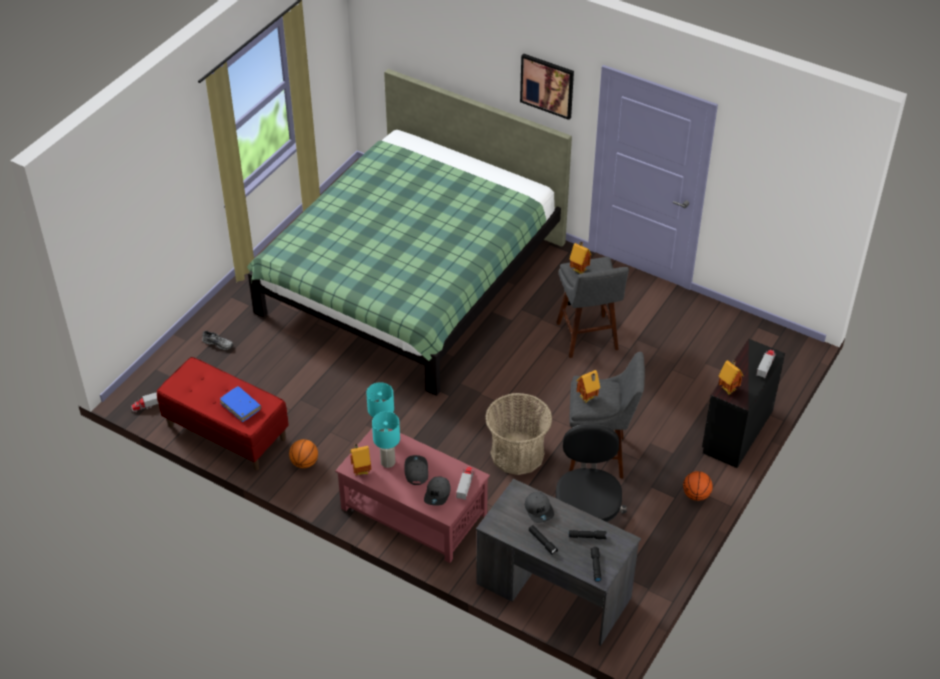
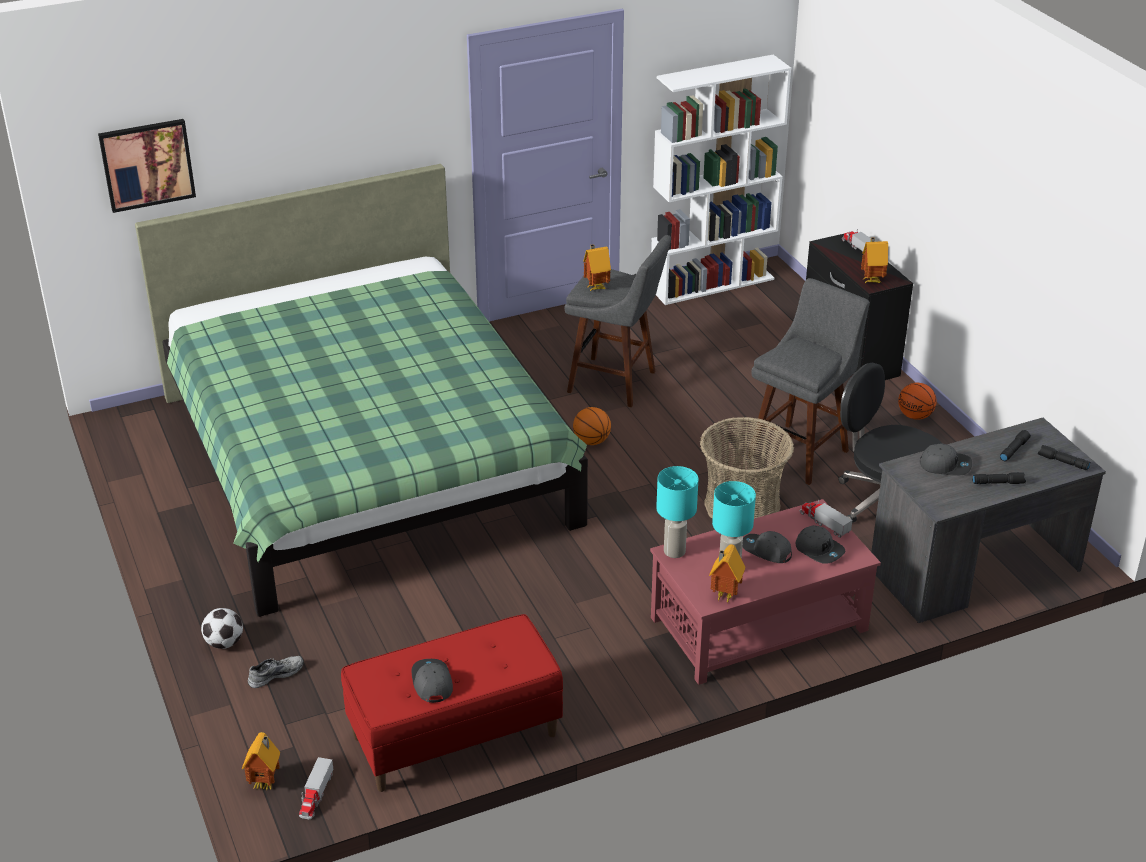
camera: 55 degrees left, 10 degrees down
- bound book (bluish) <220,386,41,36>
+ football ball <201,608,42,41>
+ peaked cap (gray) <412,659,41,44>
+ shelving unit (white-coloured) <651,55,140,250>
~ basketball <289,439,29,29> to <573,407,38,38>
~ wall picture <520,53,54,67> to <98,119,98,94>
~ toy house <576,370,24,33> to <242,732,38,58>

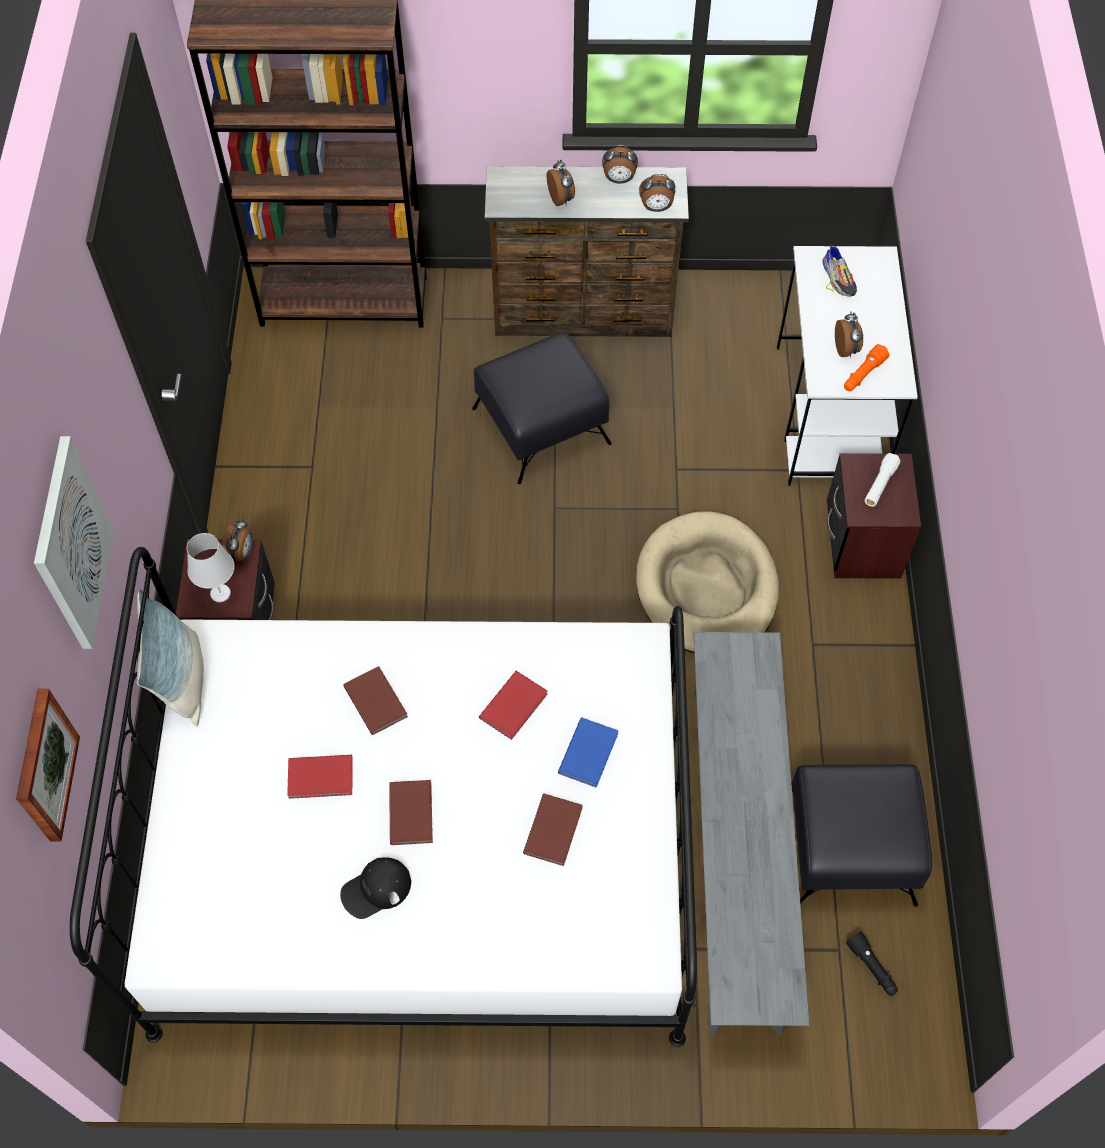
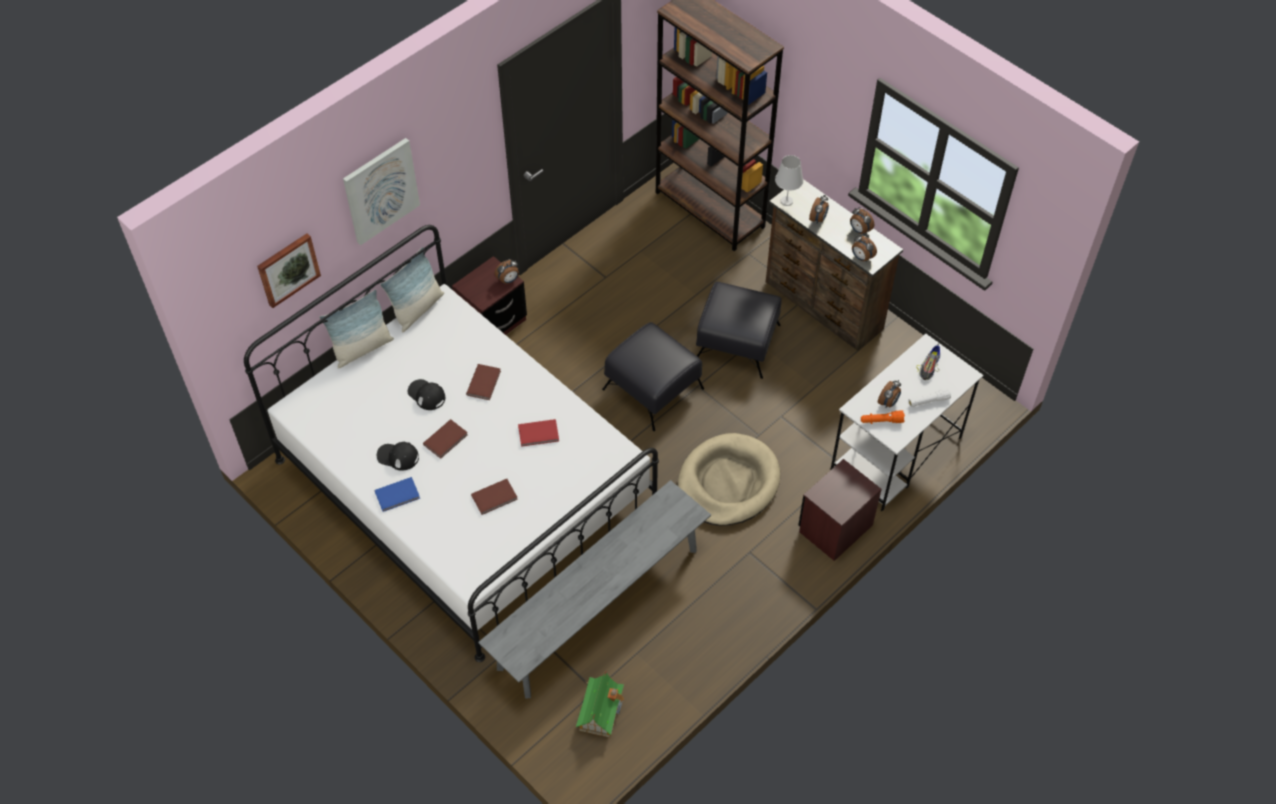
camera: 45 degrees right, 5 degrees down
+ cushion <319,289,75,80>
~ lamp for a table (white-coloured) <187,533,48,69> to <775,155,28,51>
~ bound book (bluish) <558,718,60,70> to <374,477,46,35>
~ ottoman (blackish) <792,764,140,143> to <602,322,102,109>
~ flashlight (white-coloured) <865,453,35,54> to <908,388,43,19>
~ bound book (reddish) <287,755,65,44> to peaked cap (blackish) <408,379,37,31>
~ flashlight (blackish) <846,932,52,64> to toy house <576,673,48,65>

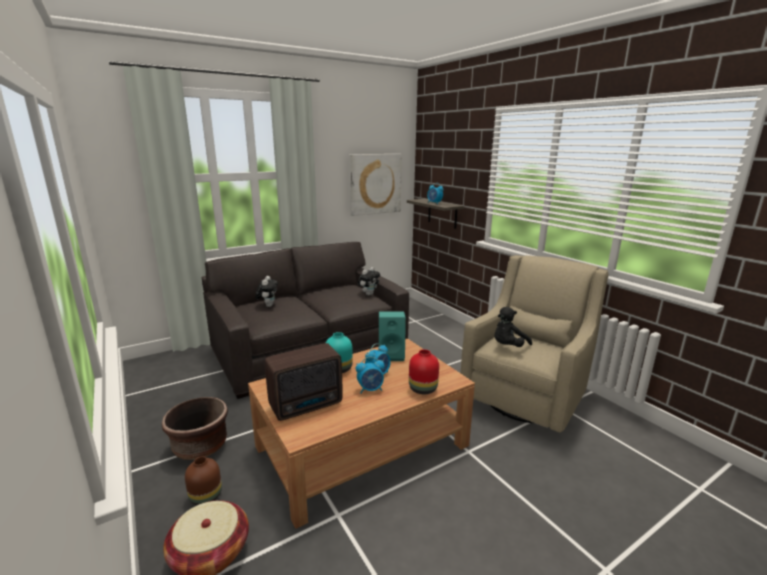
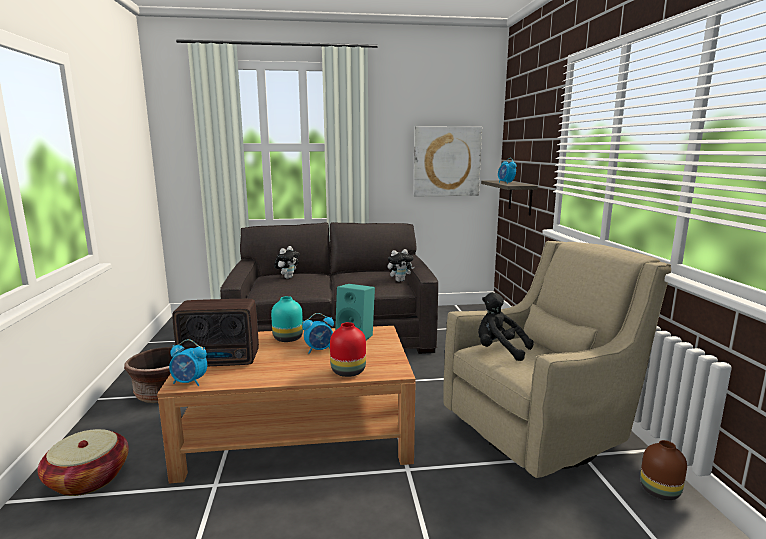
camera: 25 degrees right, 5 degrees down
~ vase (brownish) <185,456,37,50> to <640,440,47,60>
~ table clock <356,357,29,37> to <169,339,38,47>
~ soft toy (blackish) <495,307,37,40> = <478,292,55,69> 45 degrees clockwise

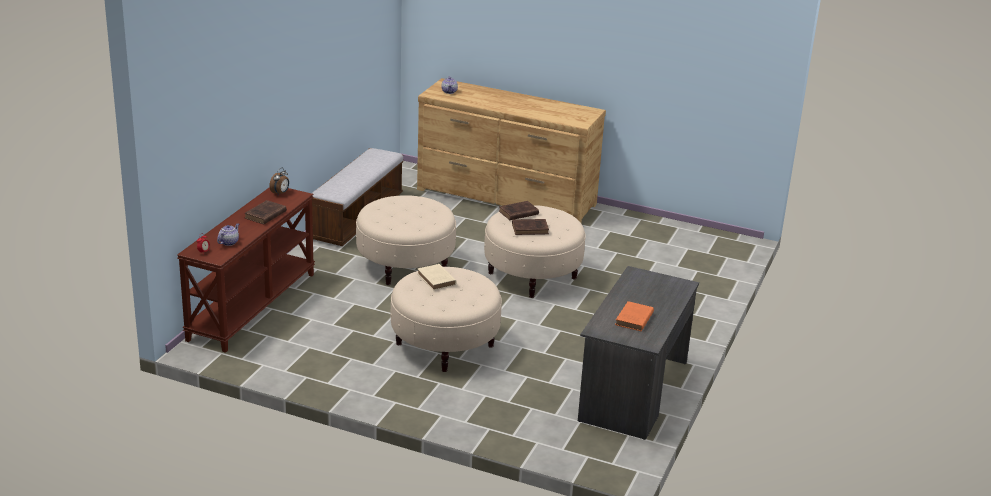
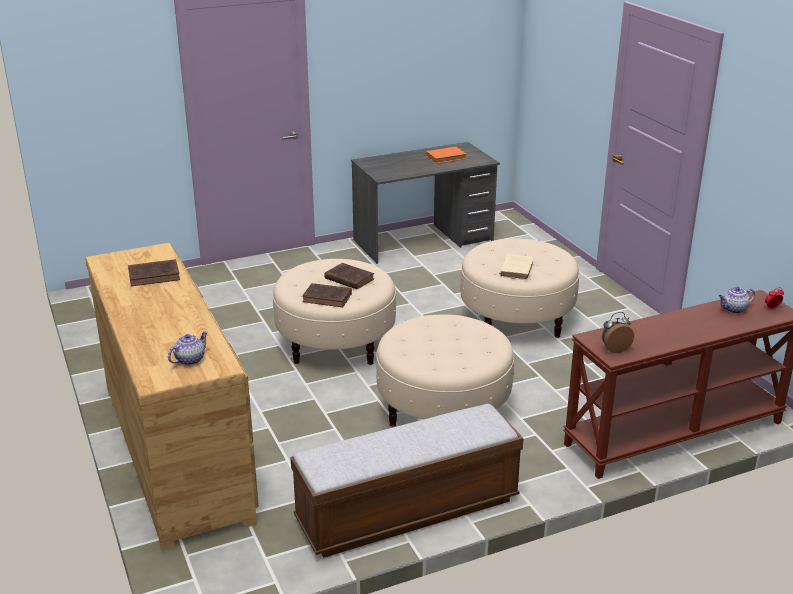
camera: 135 degrees left, 0 degrees up
~ bound book (brownish) <244,200,43,25> to <128,259,52,27>

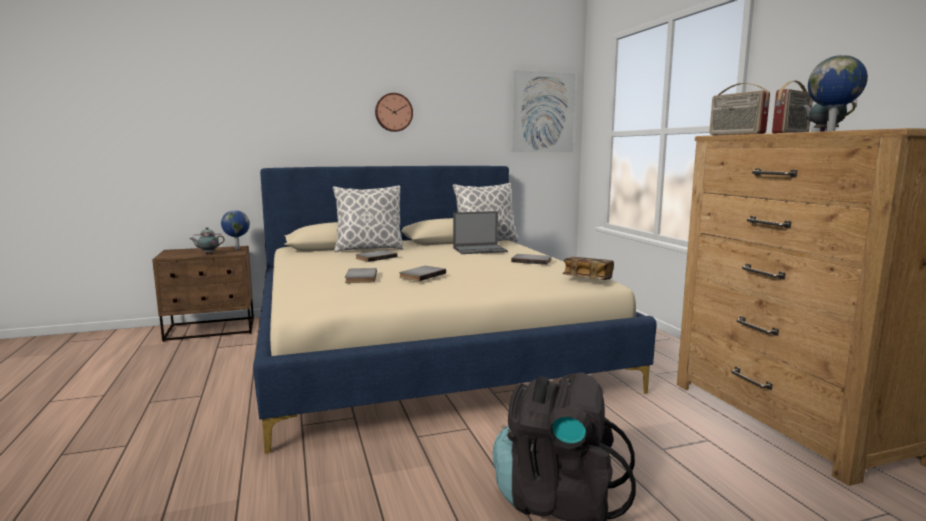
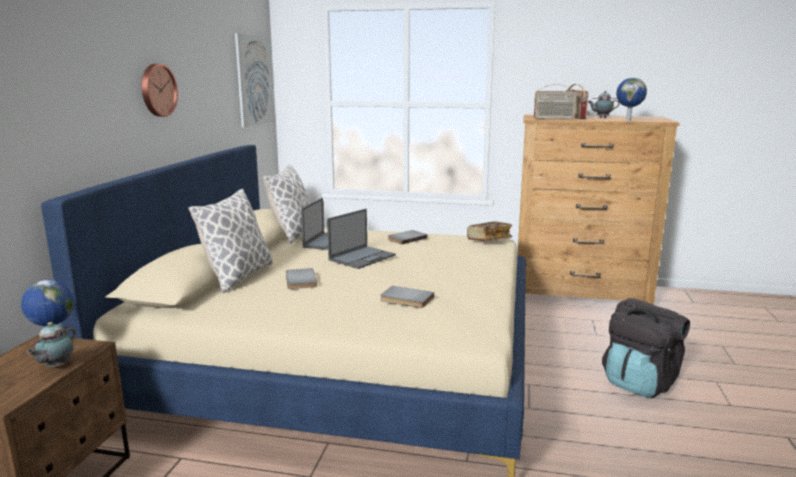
camera: 60 degrees left, 5 degrees up
- bound book (gray) <399,266,47,15>
+ notebook computer <327,209,69,60>

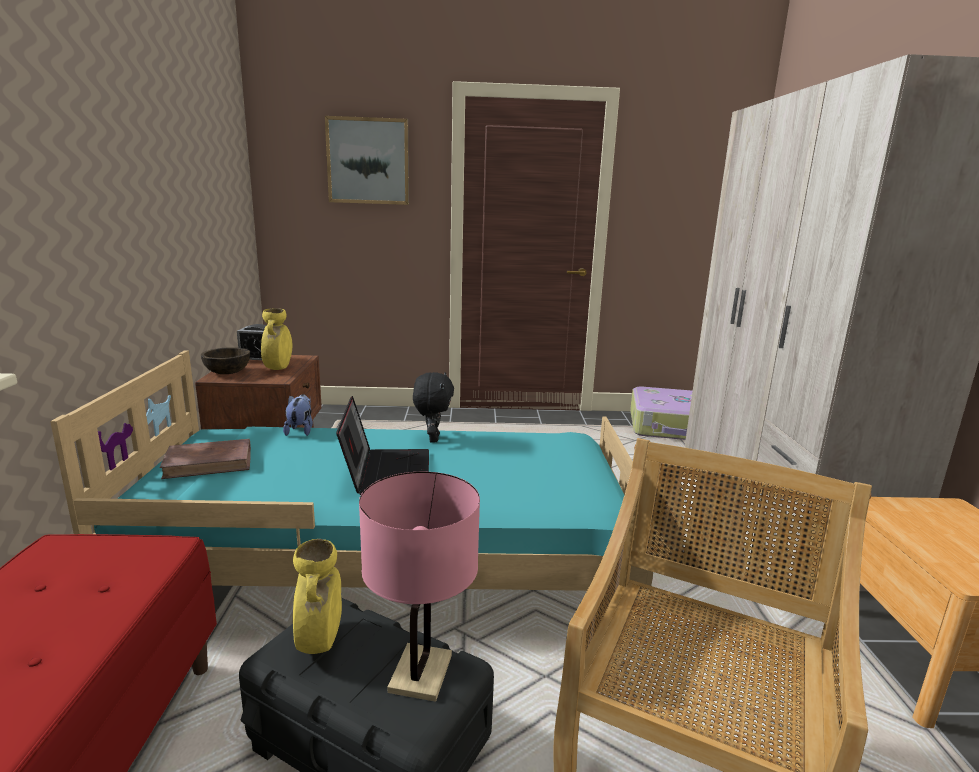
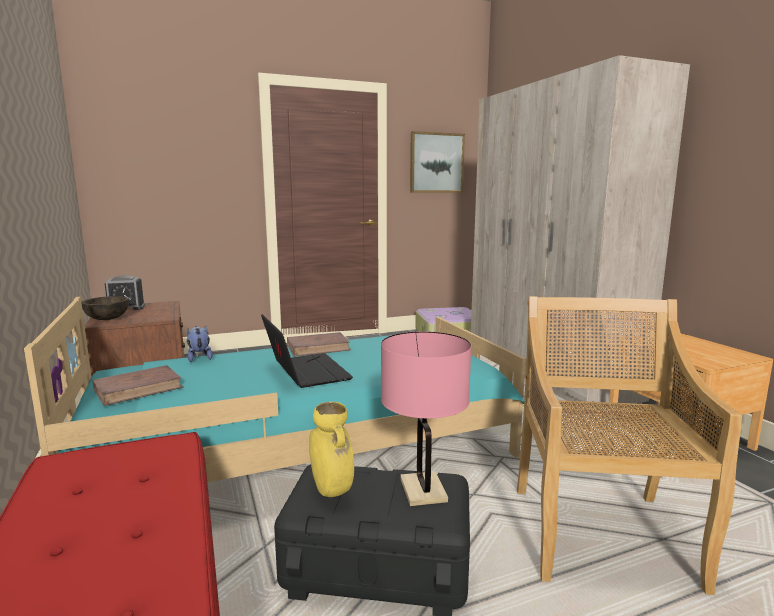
camera: 20 degrees left, 5 degrees down
- vase (yellow) <261,308,31,62>
~ wall picture <325,116,84,89> to <410,131,55,62>
~ soft toy (blackish) <413,372,41,71> to bound book (brownish) <287,332,64,25>

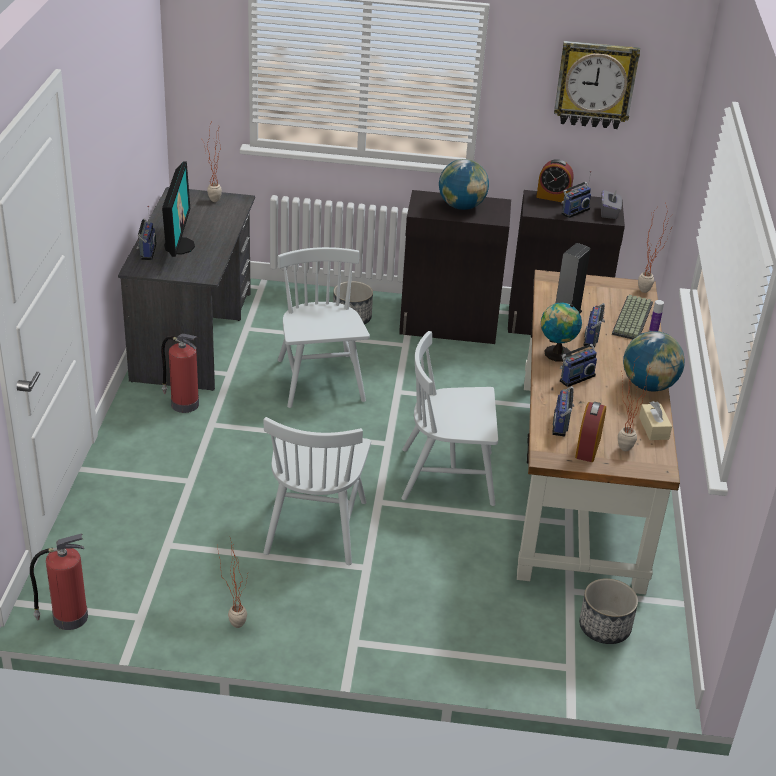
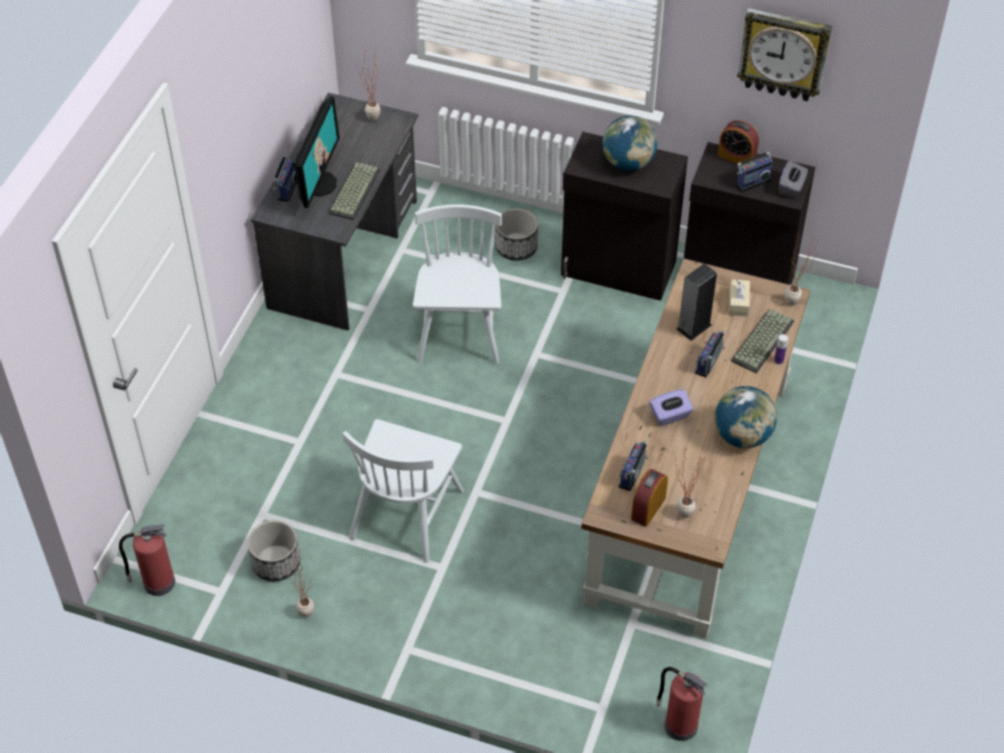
camera: 15 degrees right, 15 degrees up
- upright chair (white-coloured) <401,331,97,175>
- desk globe <541,302,41,60>
+ keyboard <329,162,51,58>
~ fire-fighting cylinder <161,334,38,79> to <655,667,53,74>
~ planter <579,578,59,66> to <247,520,53,61>
~ tissue holder (sand-coloured) <639,401,33,39> to <729,279,21,38>
~ radio <560,333,38,54> to tissue holder (purplish) <649,389,44,37>

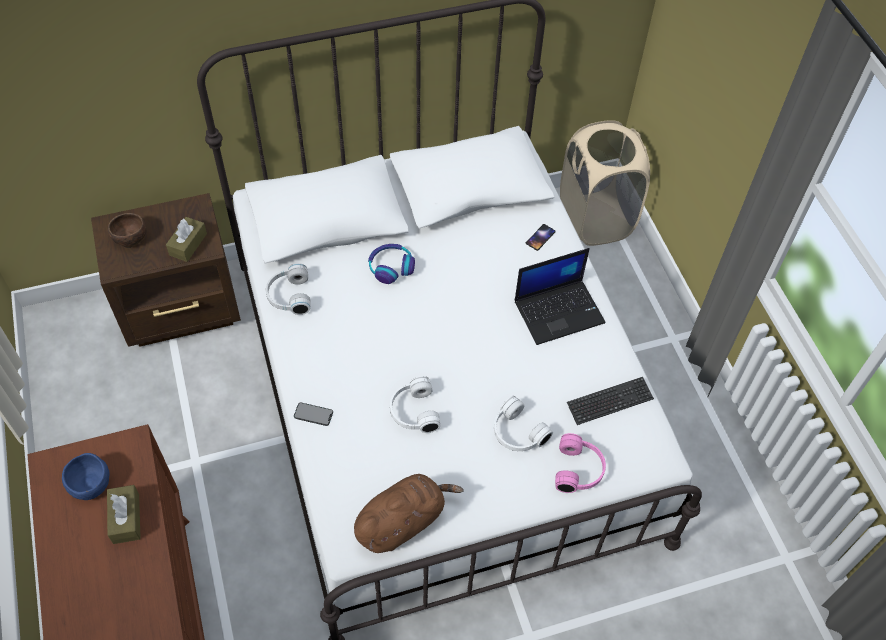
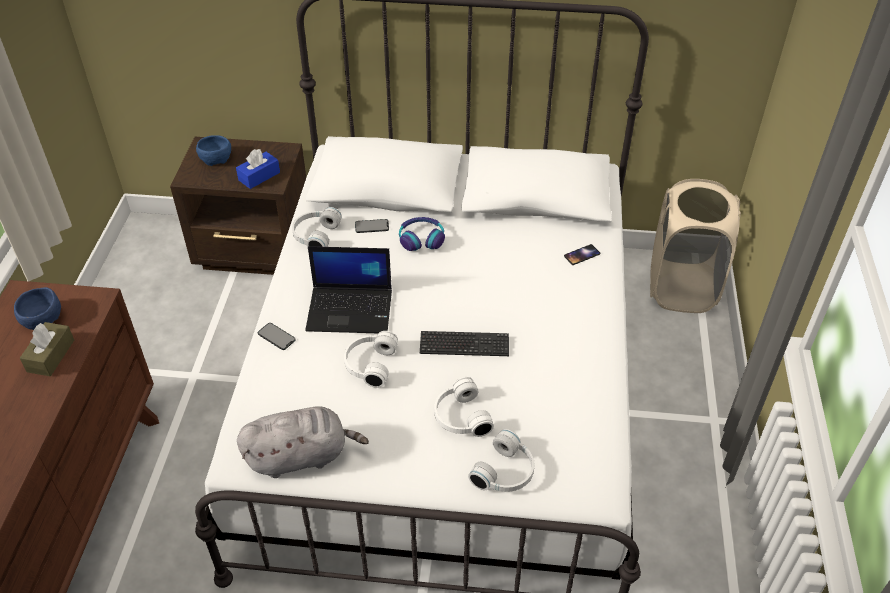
camera: 25 degrees right, 10 degrees down
+ telephone <355,219,34,14>
~ notebook computer <515,248,91,97> to <305,246,87,87>
~ keyboard <567,377,87,48> to <420,331,89,25>
~ bowl (brownish) <108,213,38,35> to bowl (bluish) <196,135,35,31>
~ tissue holder (brownish) <166,217,41,45> to tissue holder (bluish) <236,149,44,40>
~ soft toy (brownish) <354,474,109,79> to soft toy (gray) <237,407,132,71>
~ headset (pinkish) <555,433,51,60> to headset (white-coloured) <468,429,66,63>

